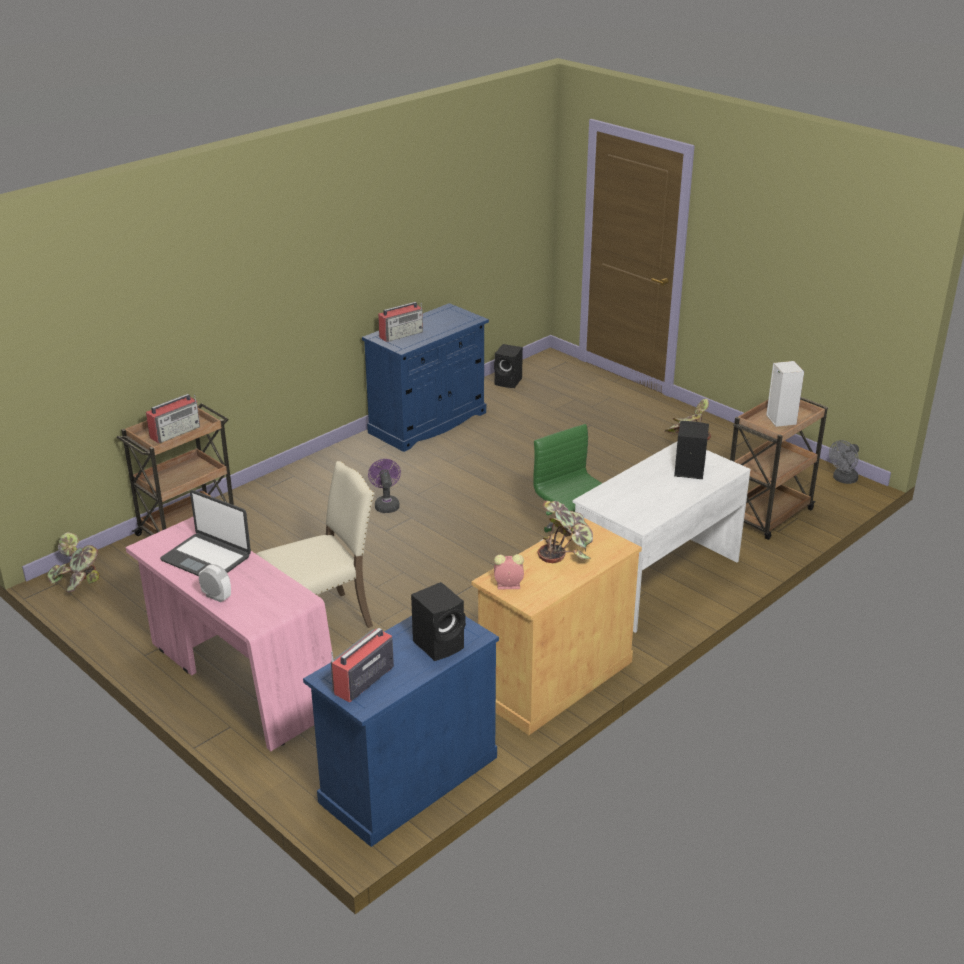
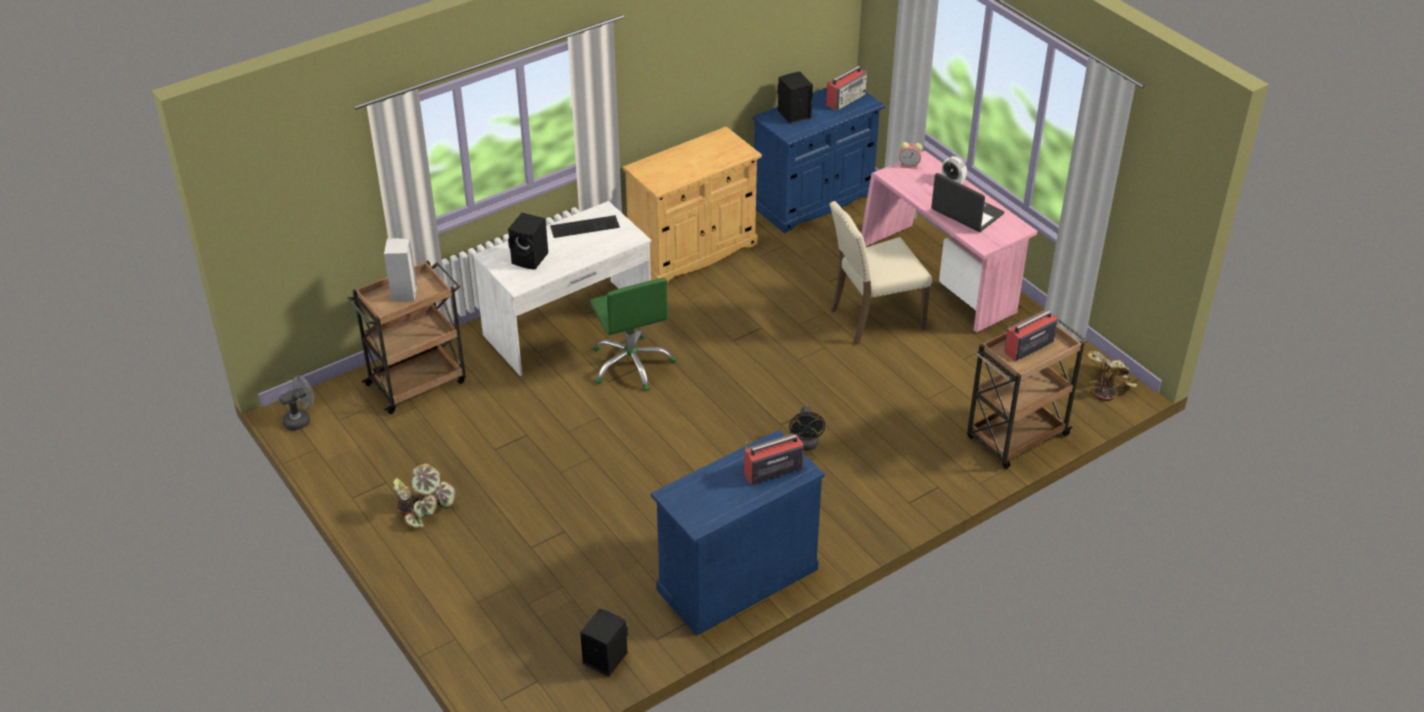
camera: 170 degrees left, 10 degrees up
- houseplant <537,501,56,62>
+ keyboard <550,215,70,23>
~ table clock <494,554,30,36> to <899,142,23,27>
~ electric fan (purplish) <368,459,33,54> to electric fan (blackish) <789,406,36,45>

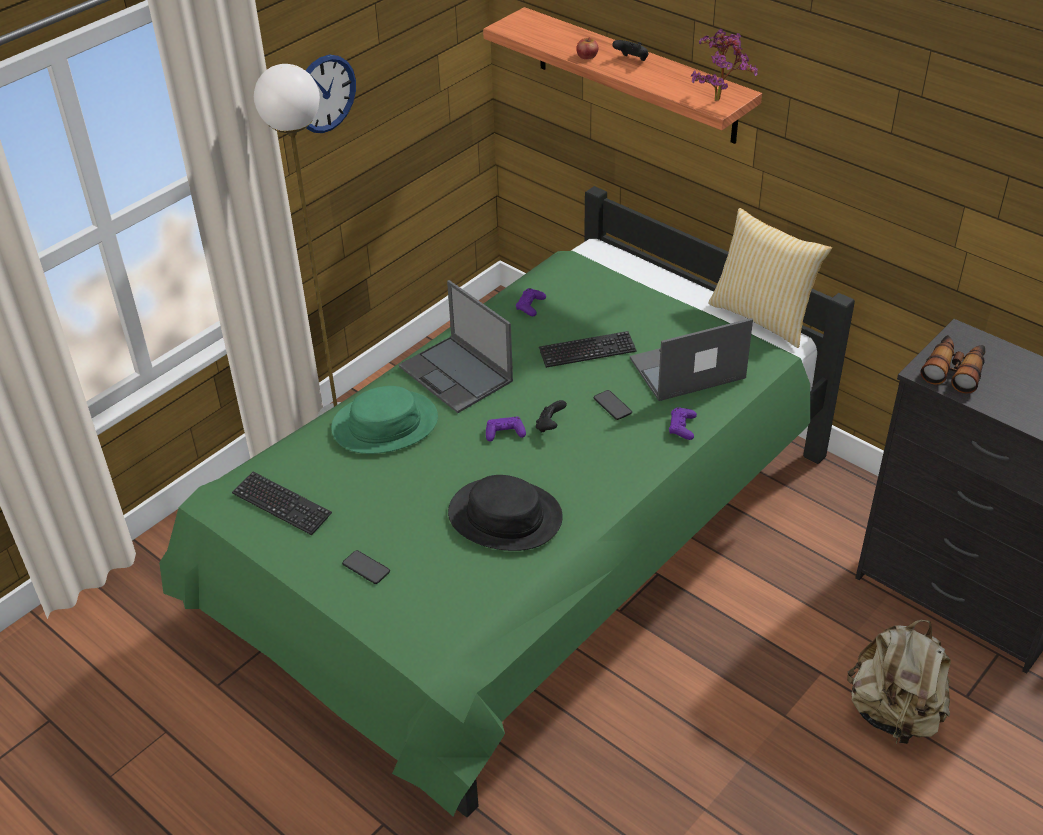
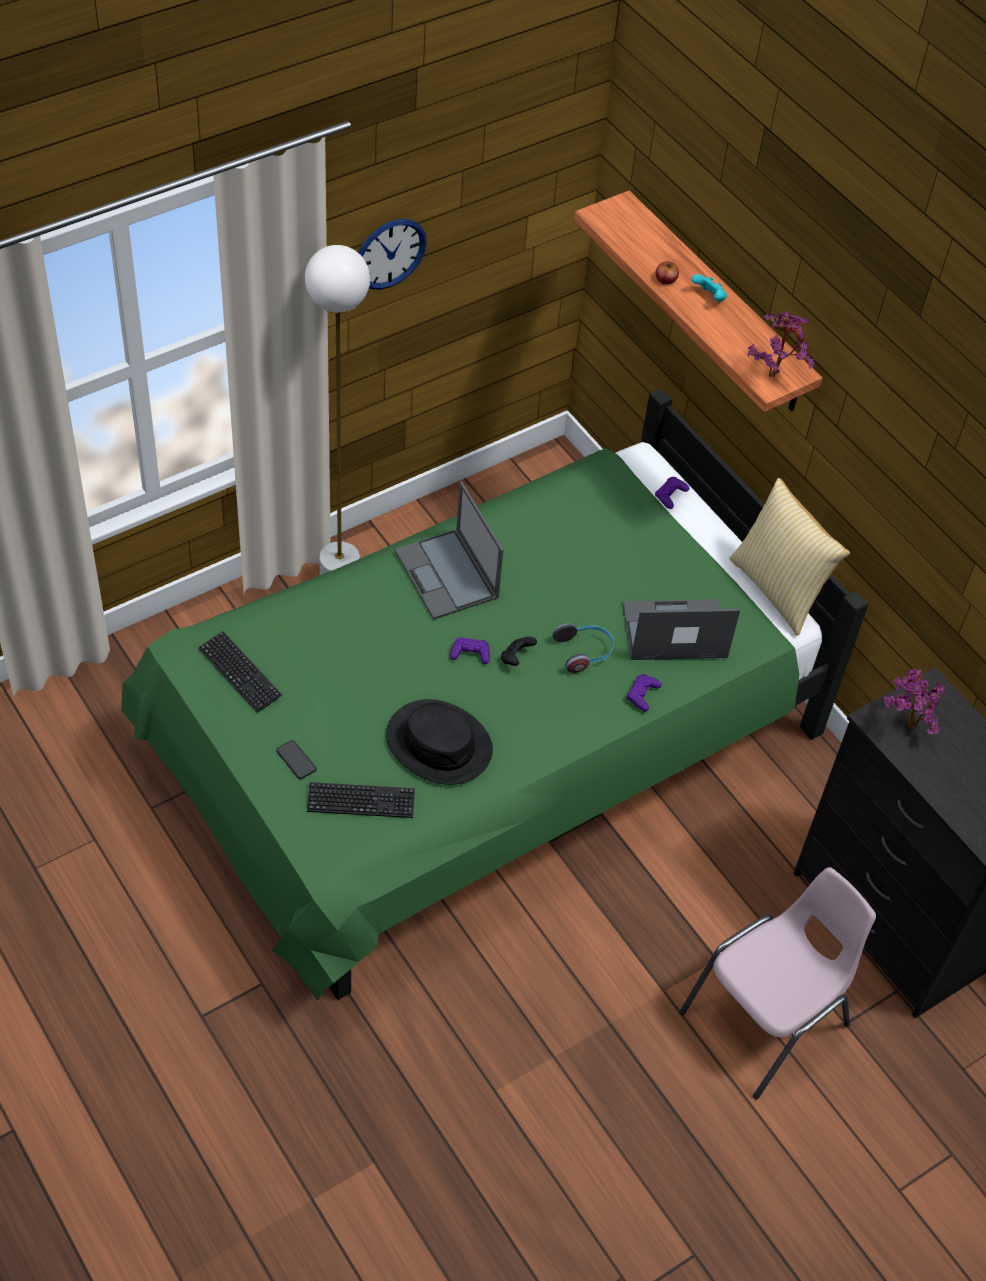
camera: 10 degrees right, 10 degrees up
- wearable hat (greenish) <331,386,107,68>
~ gamepad (purplish) <516,288,30,28> to <655,477,34,32>
~ keyboard <539,331,98,37> to <307,782,108,36>
~ telephone <594,390,38,30> to headset <553,623,61,50>
~ rucksack (sand-coloured) <847,620,104,124> to upright chair (pinkish) <680,867,196,232>
~ pair of binoculars <921,335,64,59> to houseplant <883,669,62,66>
~ gamepad (blackish) <612,40,36,21> to gamepad (turquoise-coloured) <691,274,36,28>

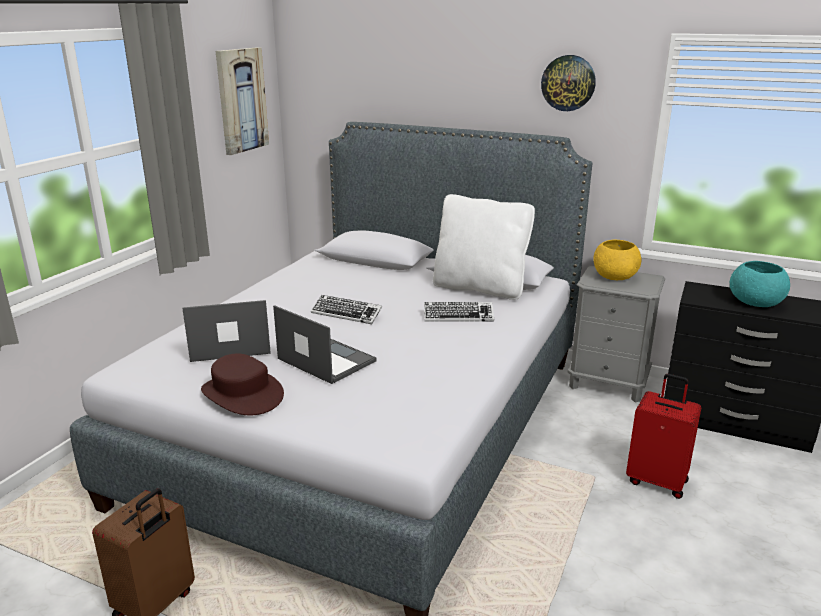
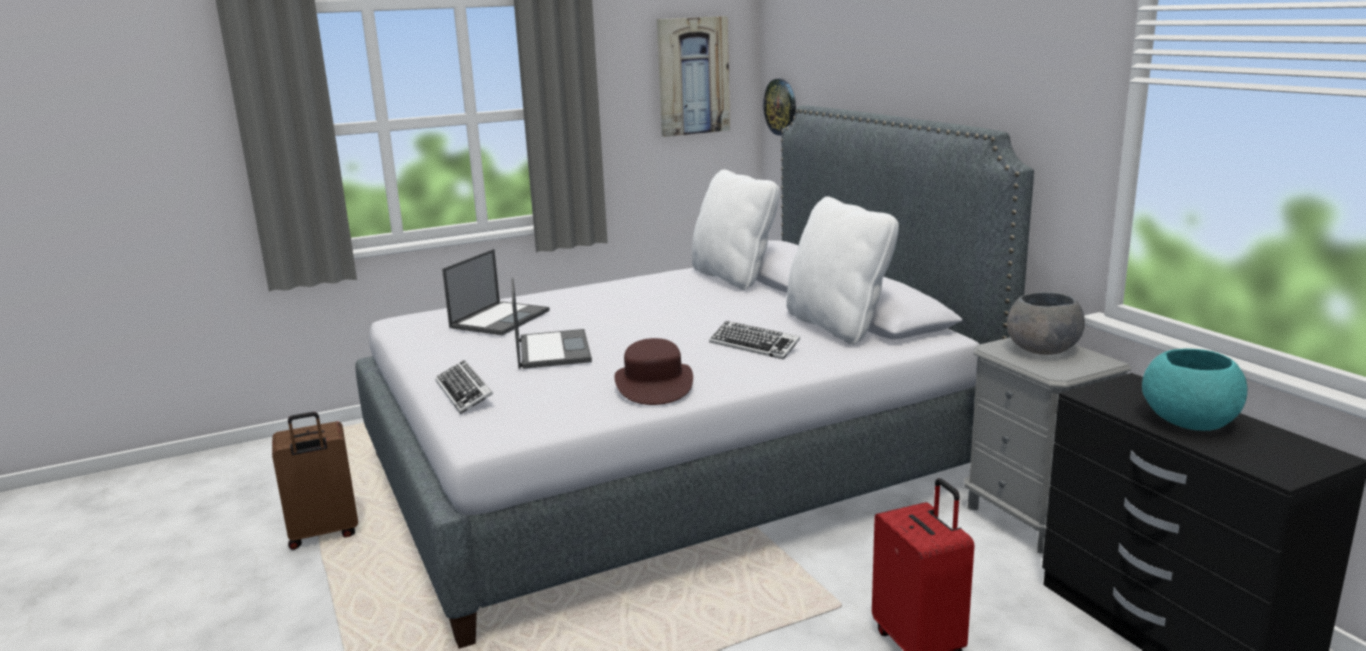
camera: 40 degrees right, 5 degrees down
+ cushion (white-coloured) <692,169,88,121>
~ wearable hat (brownish) <201,353,83,62> to <614,338,79,67>
~ keyboard <311,295,71,29> to <435,360,58,54>
~ clock on the wall <541,55,55,56> to <763,79,33,56>
~ bowl (yellow) <593,240,48,40> to bowl (gray) <1007,292,78,63>
~ notebook computer <182,300,89,62> = <442,249,108,86> 90 degrees clockwise

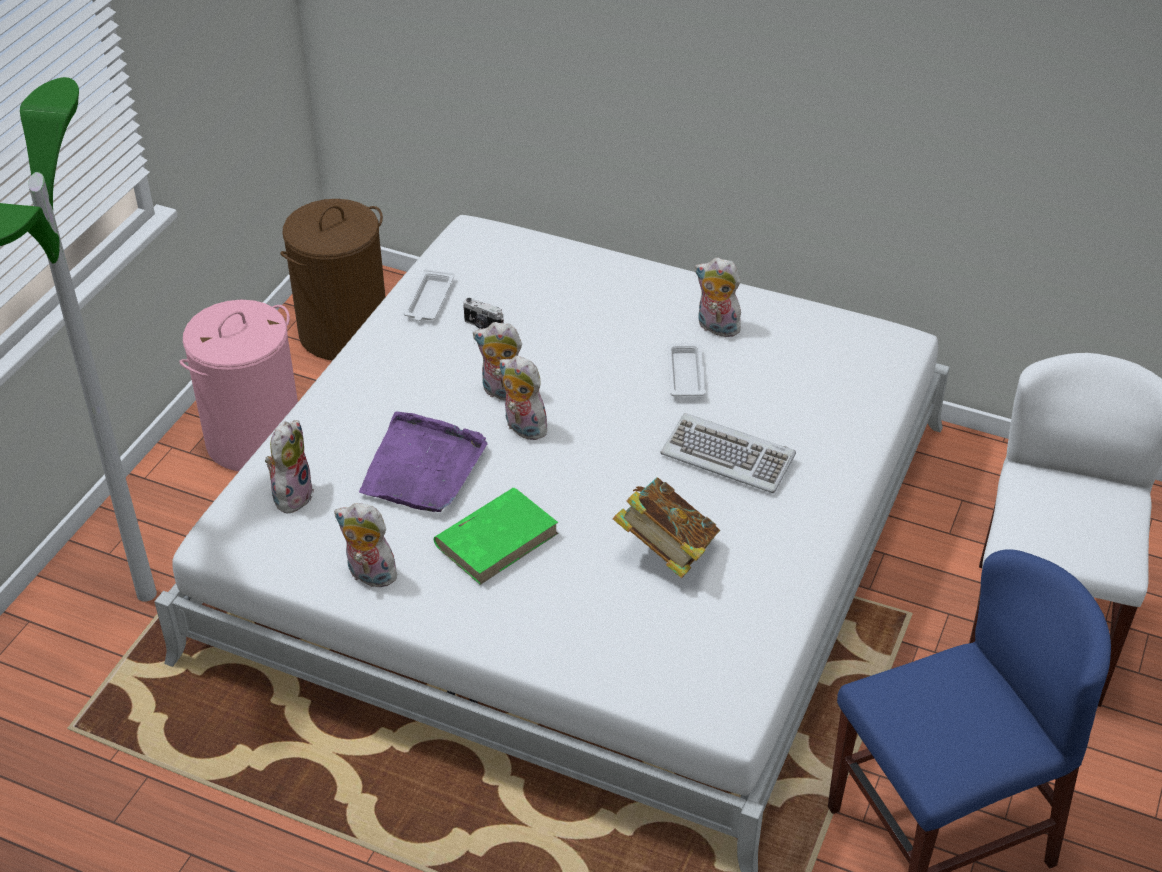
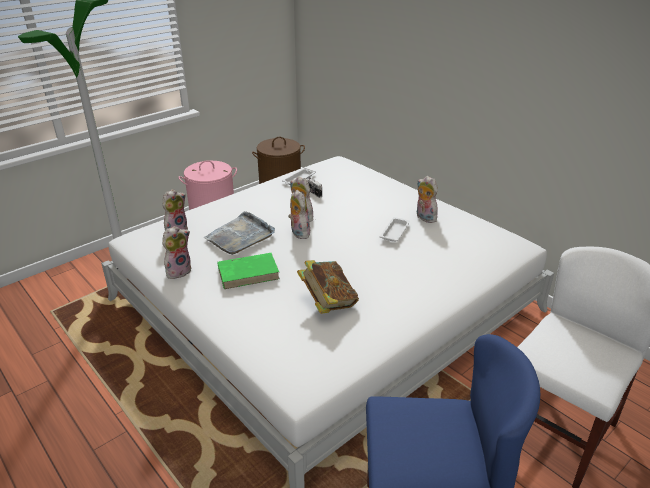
camera: 25 degrees right, 10 degrees down
- keyboard <660,413,136,80>
~ carrying tray (purplish) <359,412,129,100> to carrying tray (gray) <204,211,71,44>
~ soft toy <334,503,66,84> = <162,226,29,53> 90 degrees clockwise

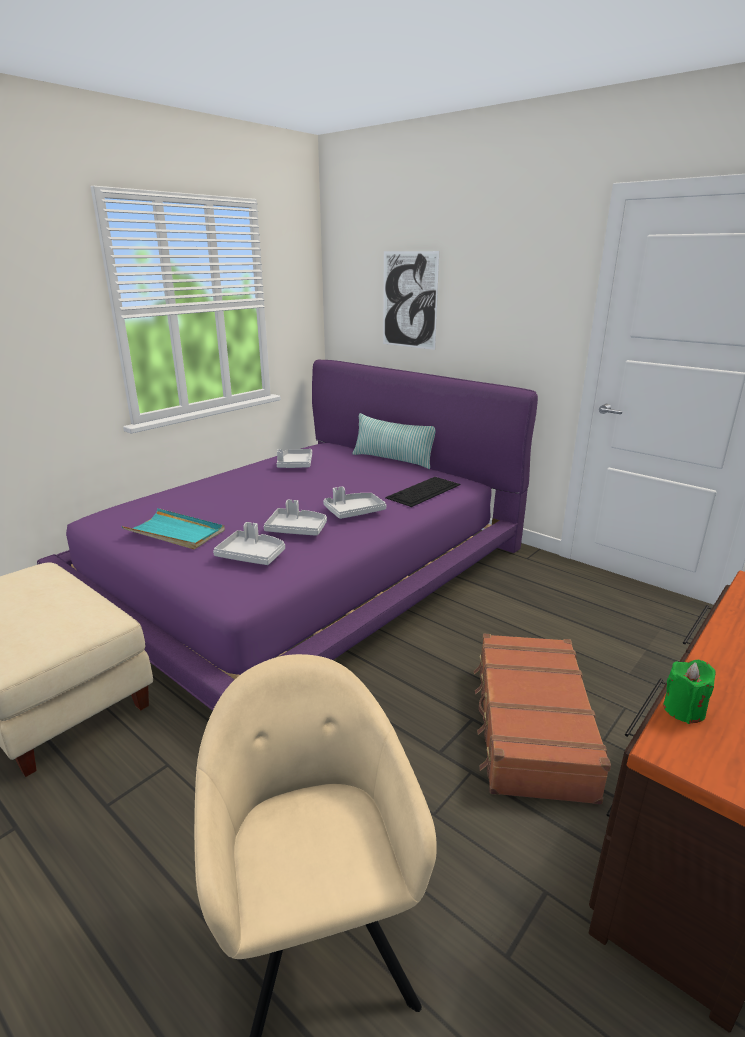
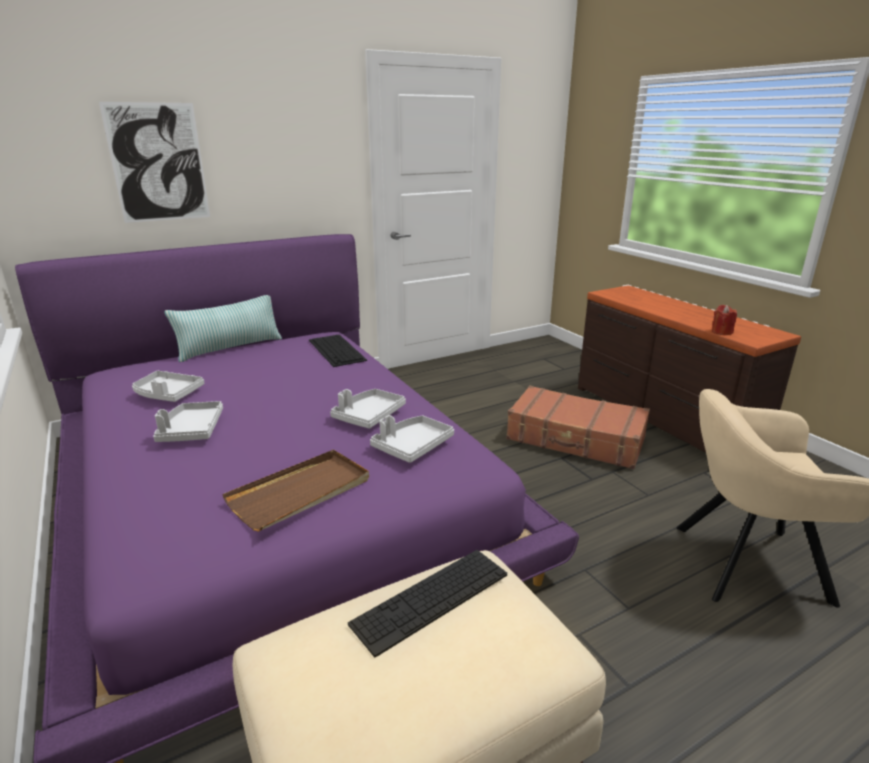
camera: 70 degrees left, 0 degrees up
+ keyboard <348,550,159,107>
~ carrying tray (gray) <323,486,63,33> to <153,401,70,41>
~ carrying tray (turquoise-coloured) <121,508,104,41> to carrying tray (brownish) <222,450,147,82>
~ wax candle (greenish) <663,660,53,64> to wax candle (reddish) <712,305,25,30>

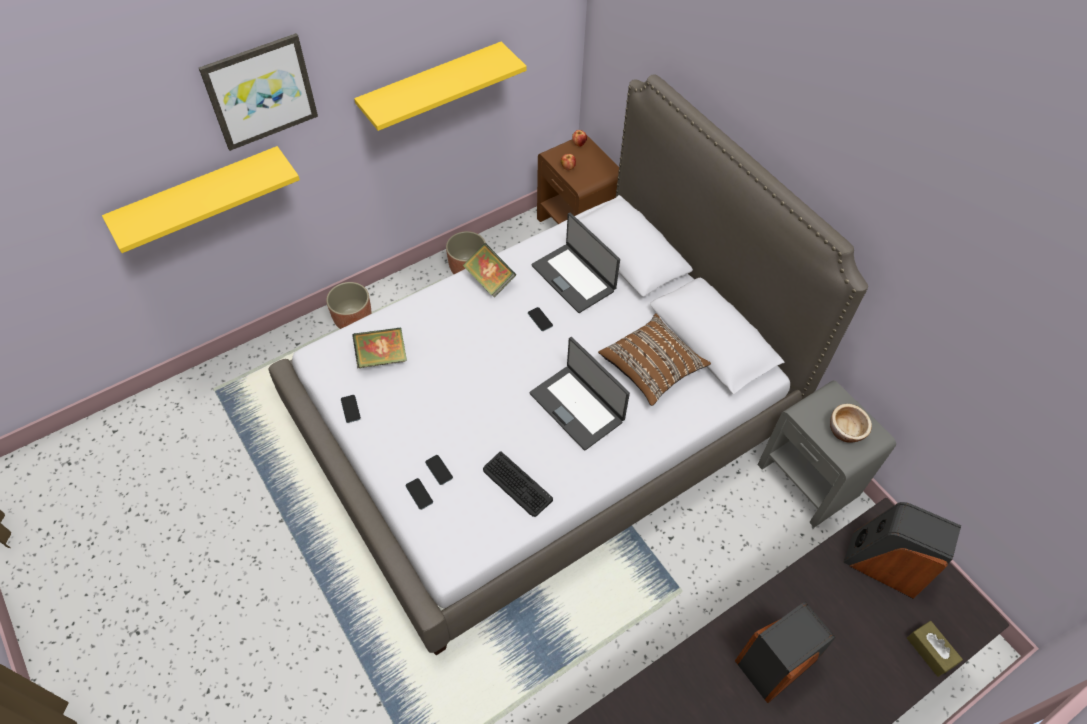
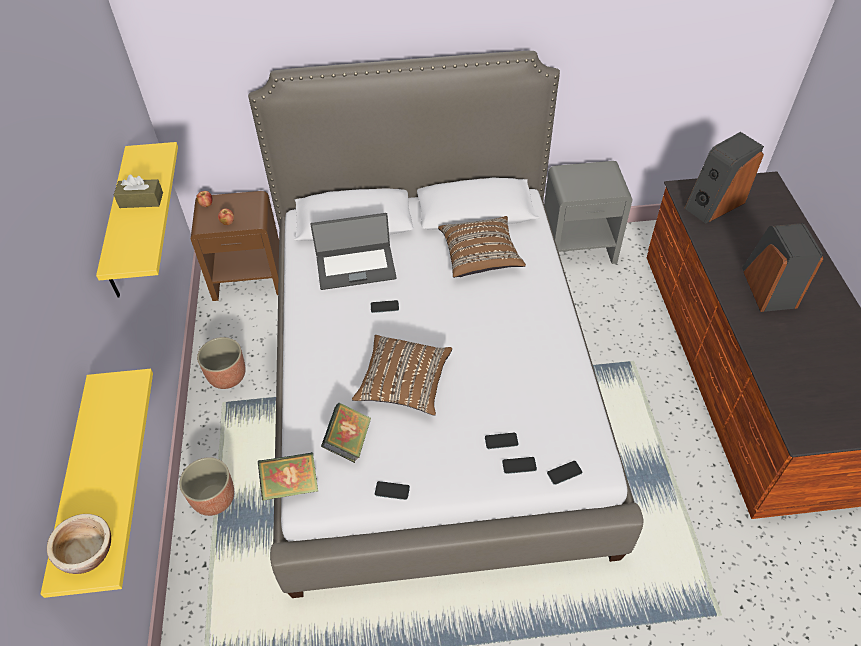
camera: 60 degrees left, 5 degrees down
- wall picture <199,33,119,118>
- keyboard <483,452,70,65>
- notebook computer <530,337,100,113>
+ cushion (brownish) <352,335,100,81>
+ telephone <547,461,35,24>
~ bound book <463,243,54,54> to <258,452,60,49>
~ bowl <830,404,42,39> to <47,514,64,60>
~ tissue holder (brownish) <907,621,56,56> to <114,174,49,34>

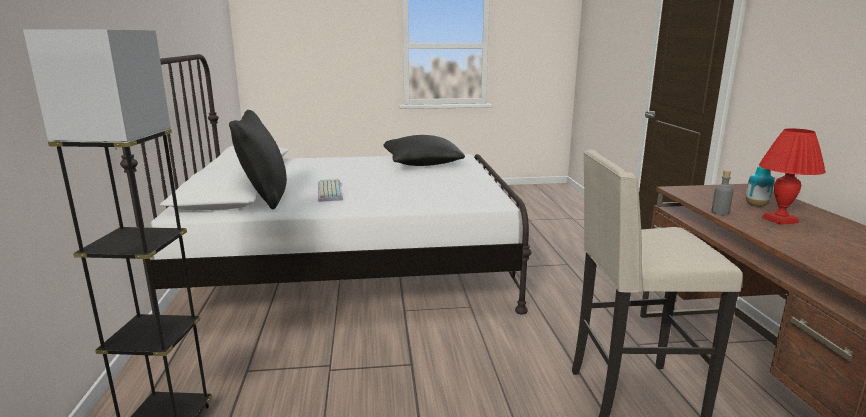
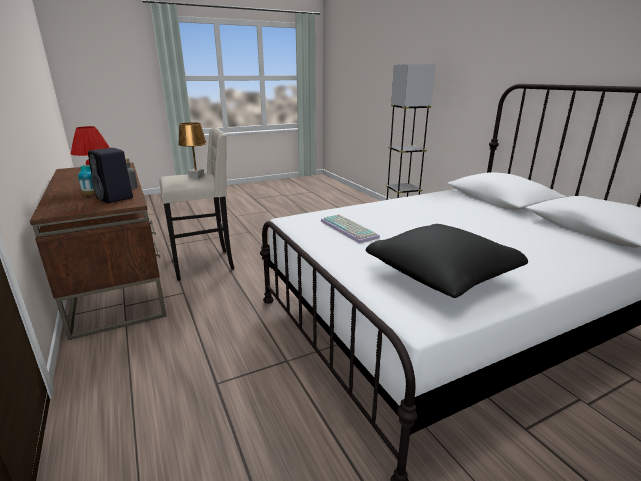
camera: 160 degrees right, 5 degrees up
- cushion (blackish) <229,110,58,99>
+ speaker (blackish) <88,148,45,55>
+ lamp for a table (brownish) <178,122,29,57>
~ keyboard <318,179,25,23> to <321,214,59,30>

